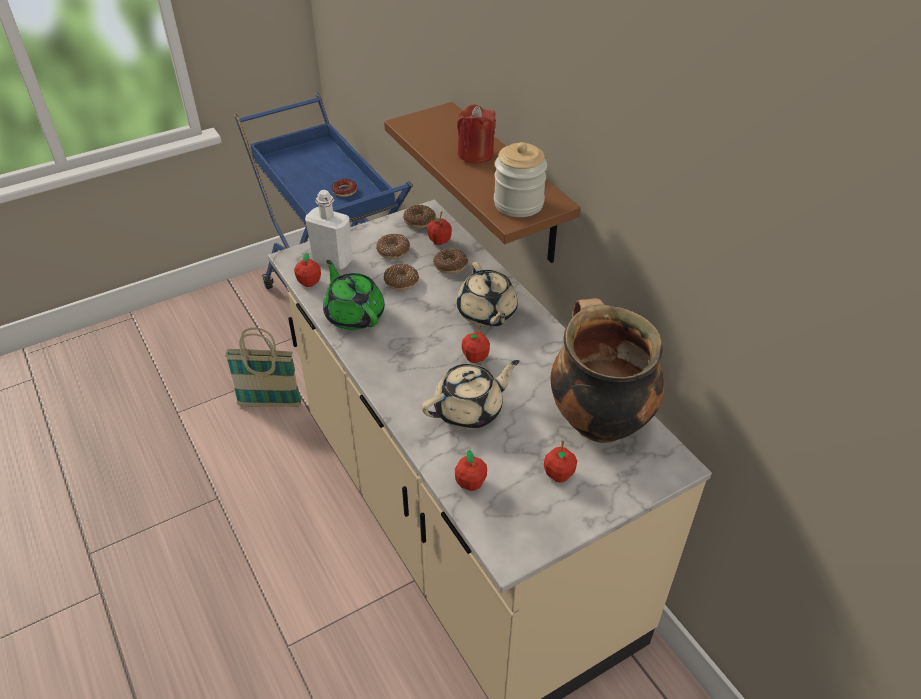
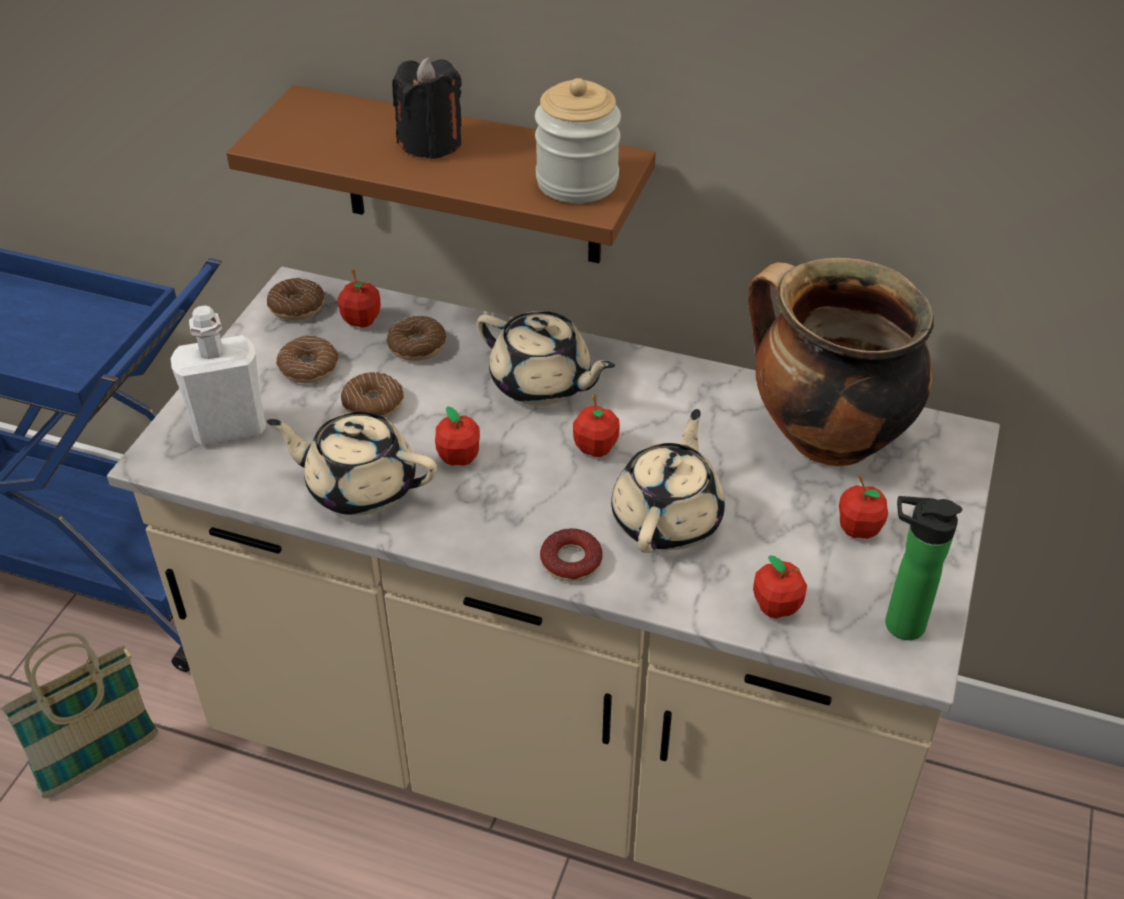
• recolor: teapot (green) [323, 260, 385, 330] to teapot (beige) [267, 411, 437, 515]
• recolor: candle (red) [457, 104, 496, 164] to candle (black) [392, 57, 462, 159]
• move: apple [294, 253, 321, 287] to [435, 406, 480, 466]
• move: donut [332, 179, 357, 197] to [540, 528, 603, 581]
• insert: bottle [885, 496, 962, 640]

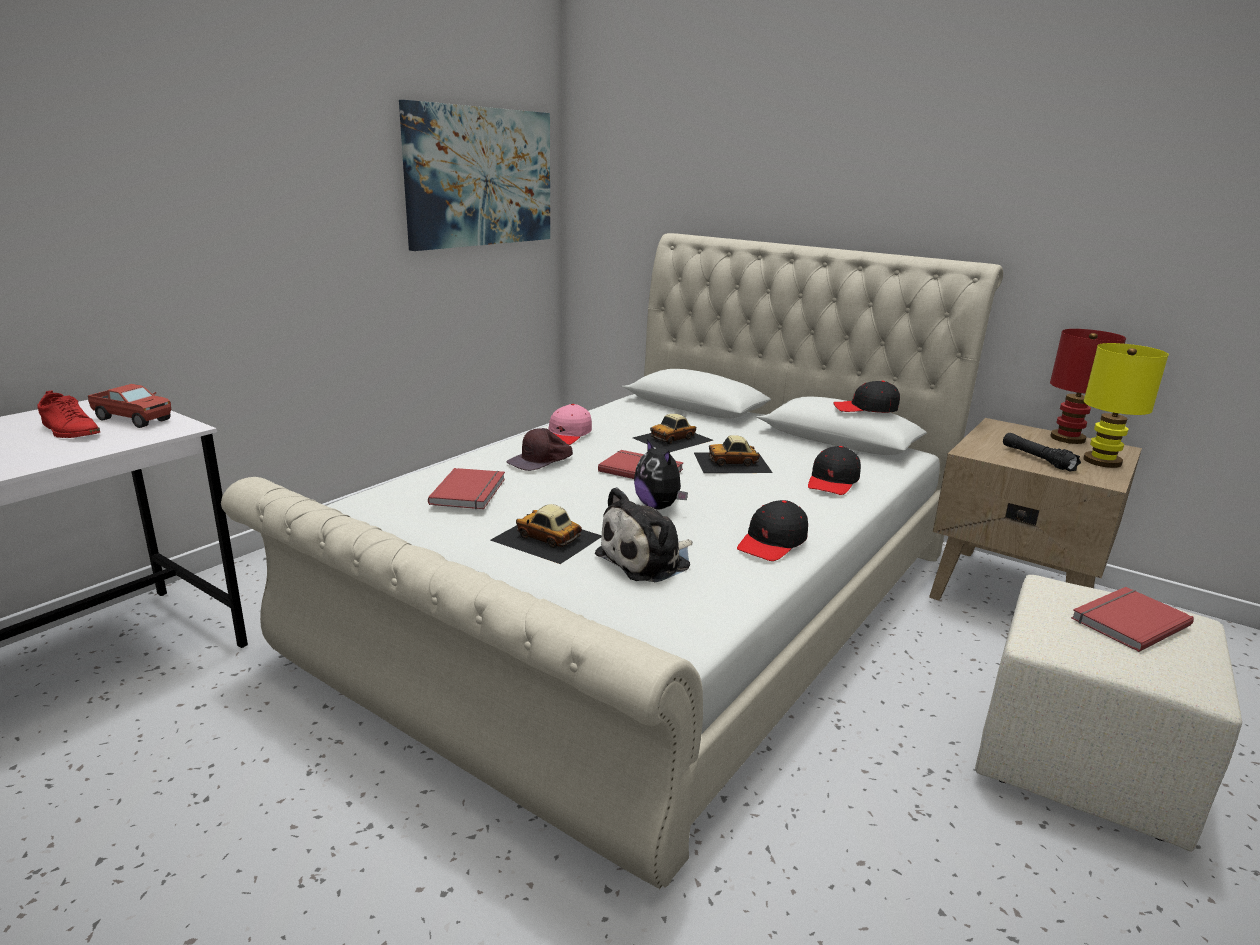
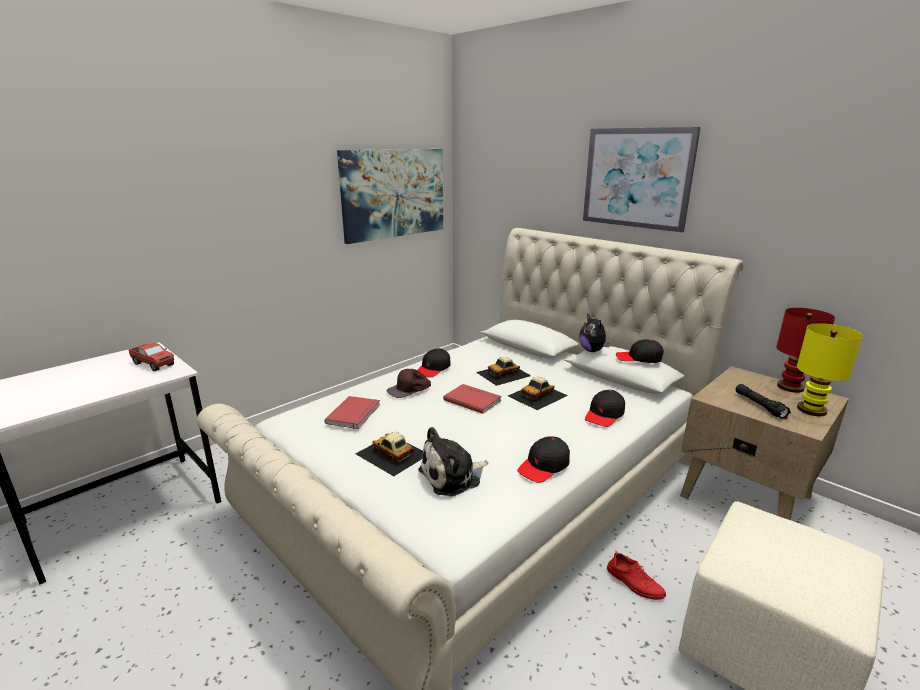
• recolor: cap (pink) [548, 404, 592, 445] to cap (black) [418, 348, 451, 378]
• rotate: toy car [694, 435, 773, 473] = [508, 377, 568, 410] 45 degrees counterclockwise
• move: plush toy [634, 439, 688, 510] to [579, 314, 610, 352]
• insert: picture [583, 127, 701, 232]
• move: shoe (red) [37, 390, 100, 438] to [607, 552, 666, 600]
• delete: book (red) [1071, 587, 1194, 652]

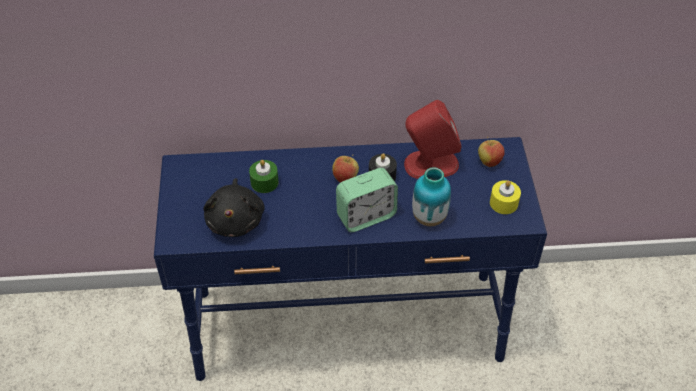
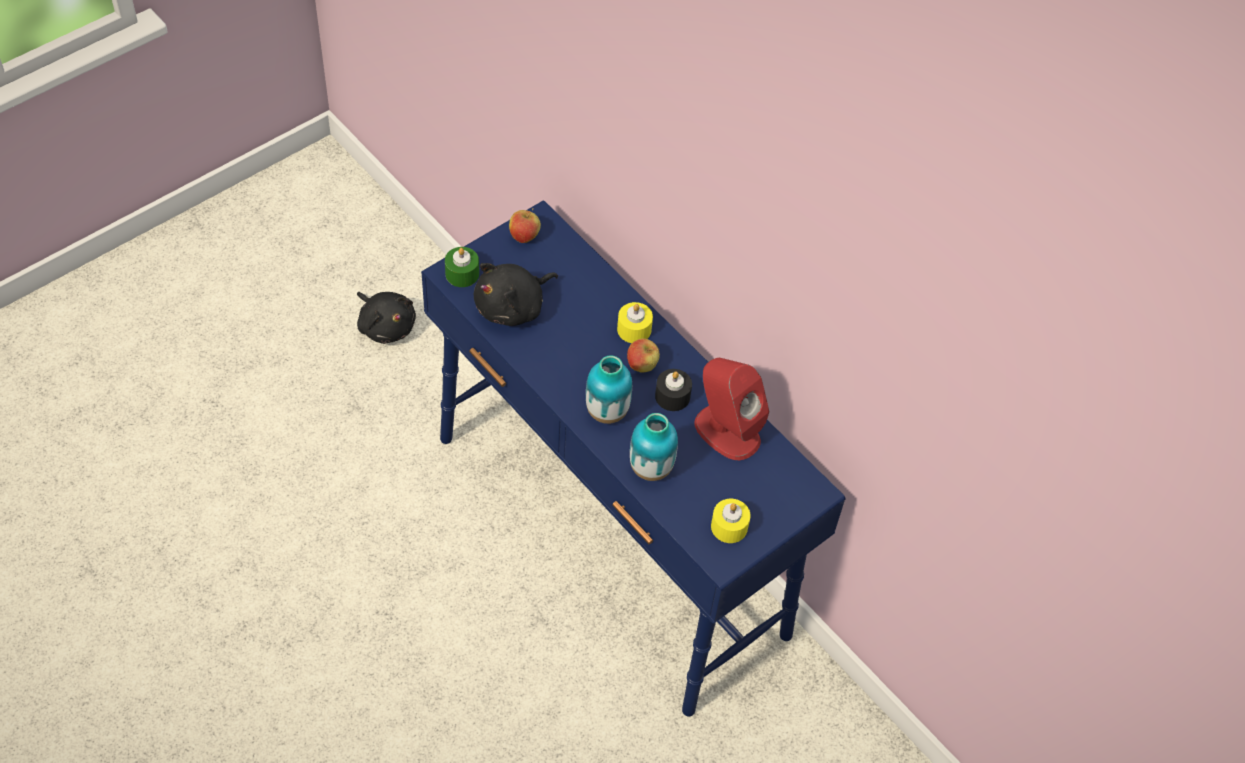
• insert: plush toy (black) [357, 292, 416, 344]
• move: candle (green) [249, 160, 279, 193] to [445, 247, 479, 287]
• move: apple [478, 137, 505, 167] to [509, 208, 541, 243]
• replace: alarm clock [336, 168, 398, 232] to vase [586, 355, 632, 424]
• insert: candle (yellow) [617, 302, 653, 343]

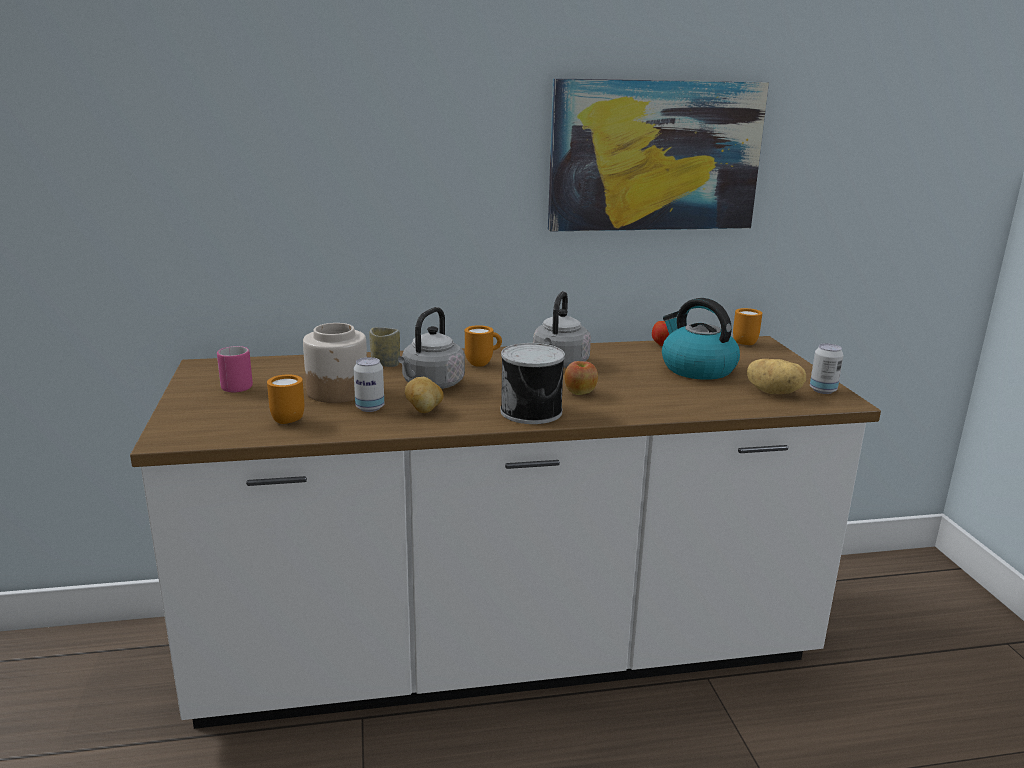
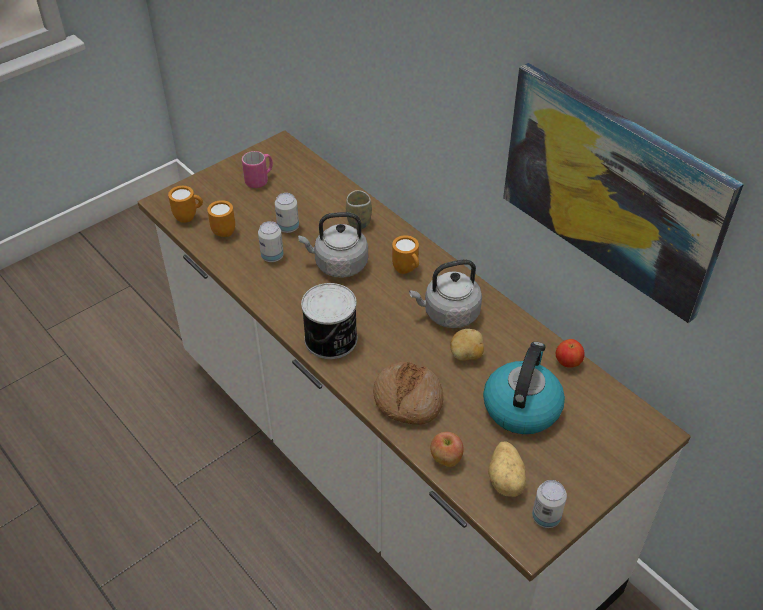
• move: mug (orange) [733, 308, 762, 345] to [168, 186, 203, 223]
• replace: jar [303, 323, 367, 403] to can [275, 193, 299, 233]
• insert: bread [373, 362, 444, 425]
• move: apple [564, 361, 598, 395] to [430, 432, 464, 467]
• move: potato [405, 377, 444, 413] to [450, 329, 484, 361]

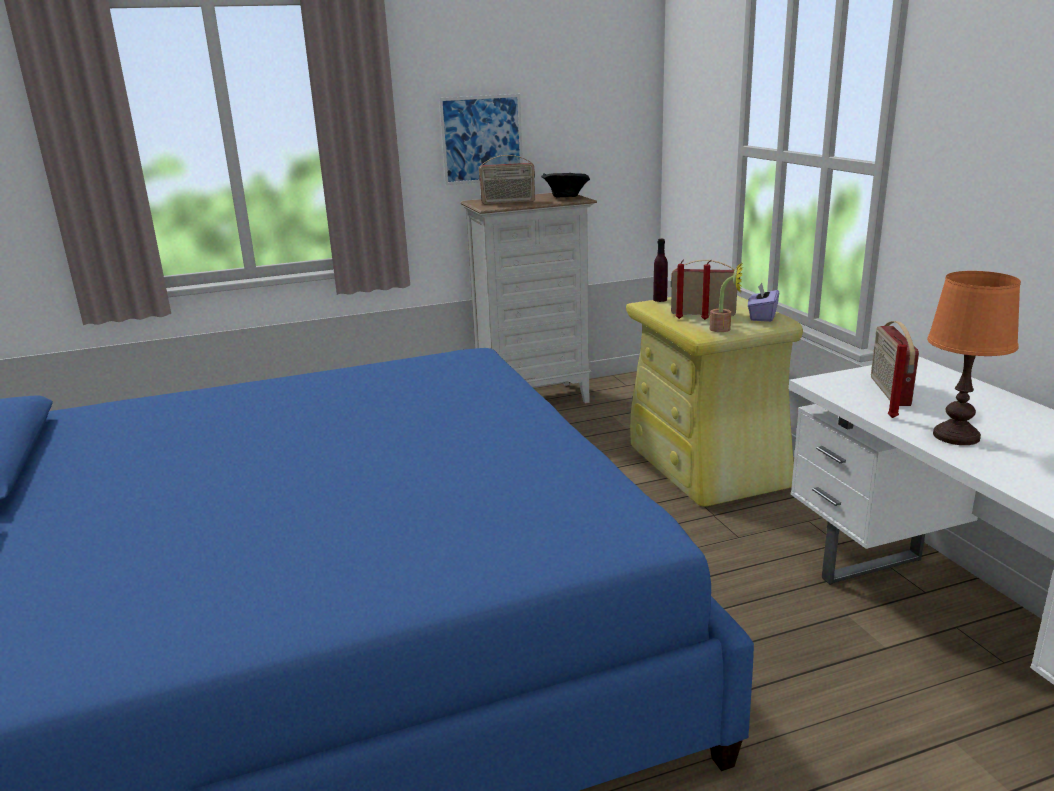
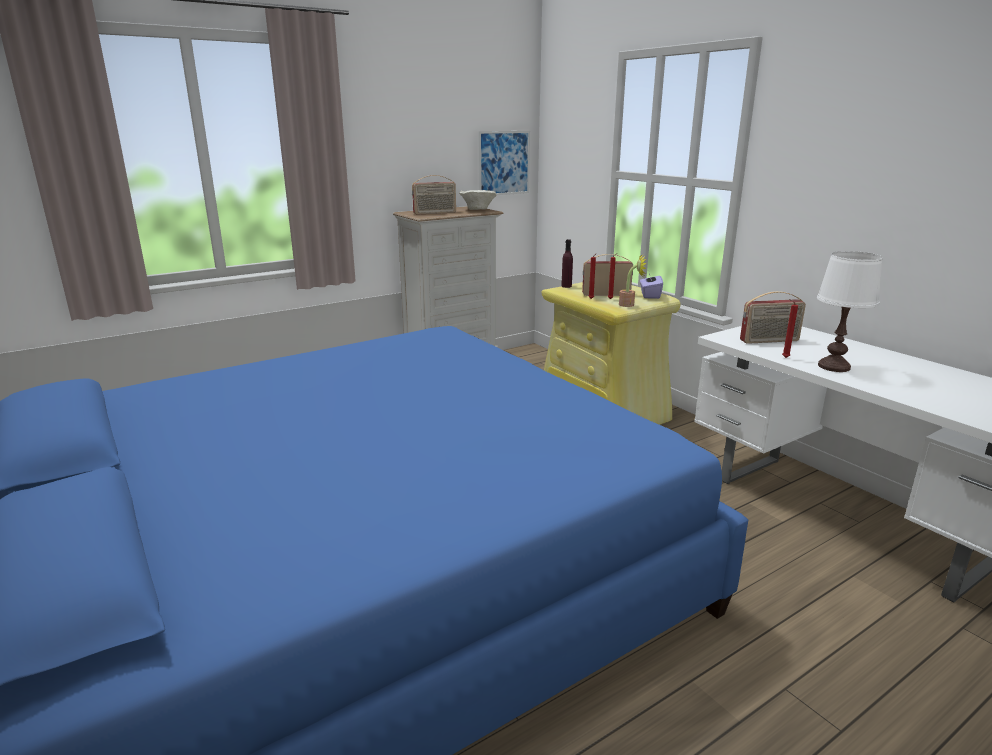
• recolor: bowl (black) [541, 173, 590, 197] to bowl (beige) [459, 190, 497, 210]
• move: picture [439, 94, 523, 185] to [478, 131, 530, 195]
• rotate: radio [871, 321, 919, 406] = [740, 291, 806, 344] 90 degrees counterclockwise
• recolor: table lamp (orange) [927, 271, 1021, 445] to table lamp (white) [817, 251, 883, 372]

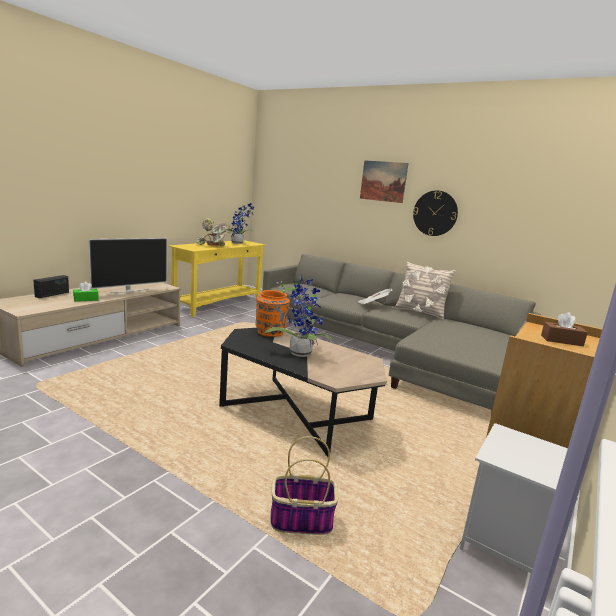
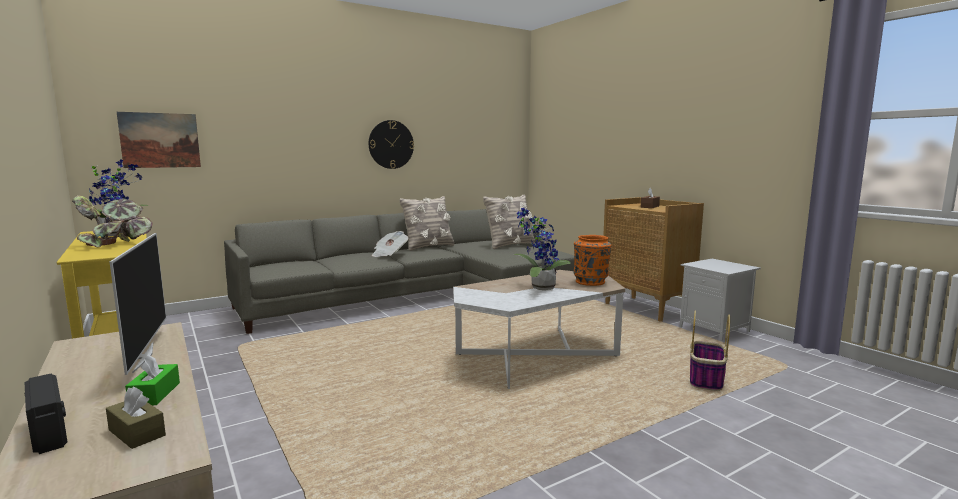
• insert: tissue box (brown) [106, 386, 166, 449]
• move: picture [360, 160, 409, 203] to [117, 112, 201, 168]
• recolor: coffee table (black) [219, 328, 387, 457] to coffee table (white) [453, 270, 625, 389]
• insert: pillow (beige) [483, 195, 535, 249]
• move: vase (orange) [255, 290, 290, 337] to [573, 235, 611, 286]

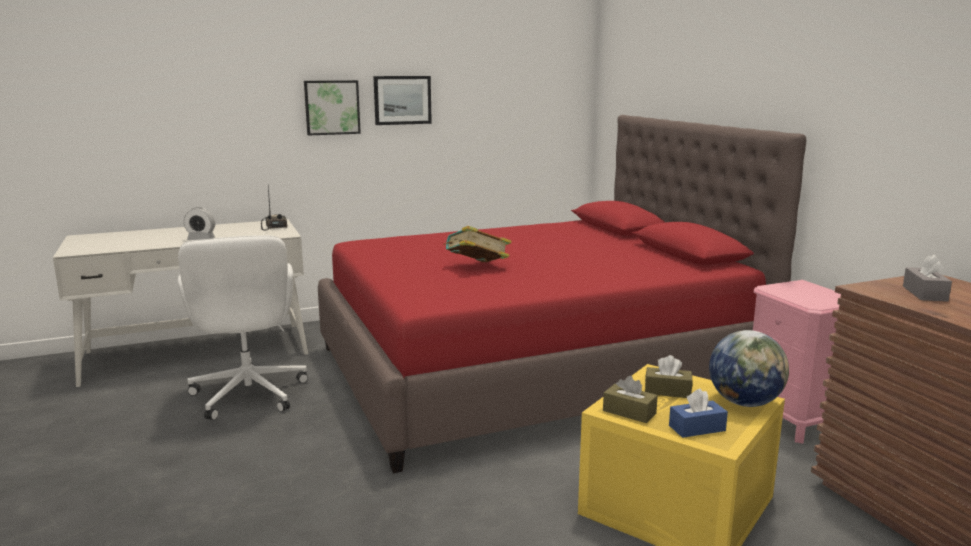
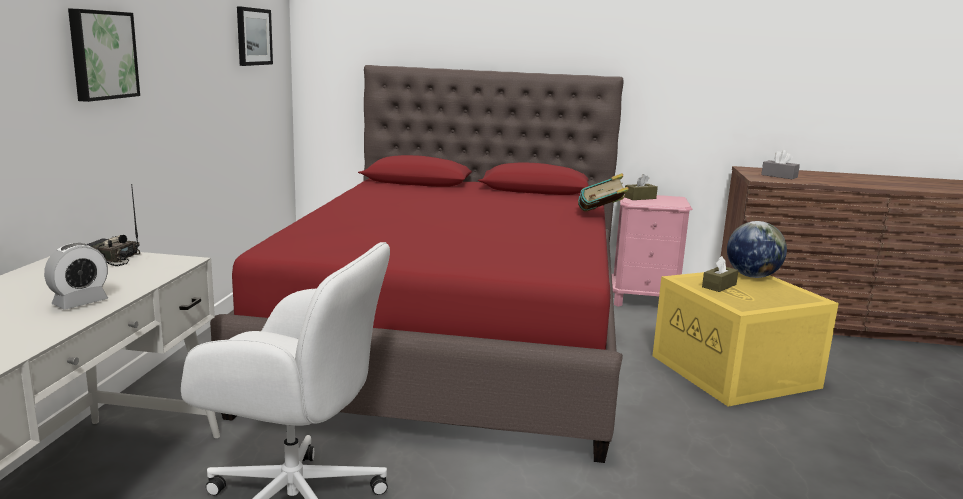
• move: picture [373, 76, 432, 125] to [237, 6, 273, 66]
• move: book [443, 226, 512, 262] to [578, 173, 629, 212]
• move: tissue box (brown) [603, 376, 658, 423] to [624, 174, 658, 200]
• delete: tissue box (blue) [669, 389, 728, 438]

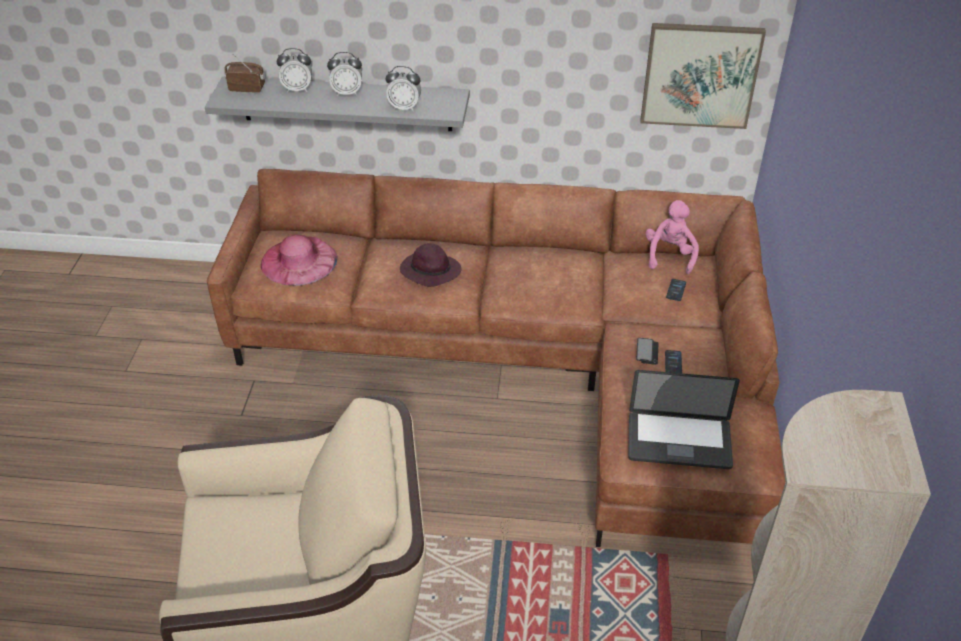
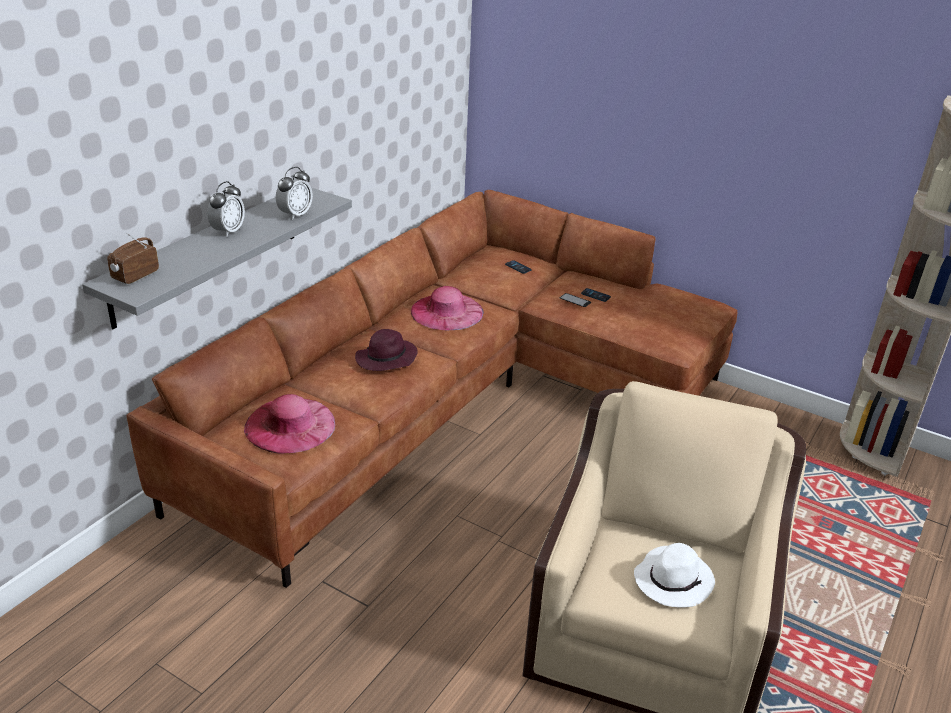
• insert: hat (pink) [411, 286, 484, 330]
• insert: hat (white) [634, 543, 715, 607]
• delete: alarm clock [277, 48, 312, 92]
• delete: laptop [628, 370, 740, 469]
• delete: picture [641, 23, 766, 129]
• delete: plush toy (pink) [645, 200, 699, 274]

